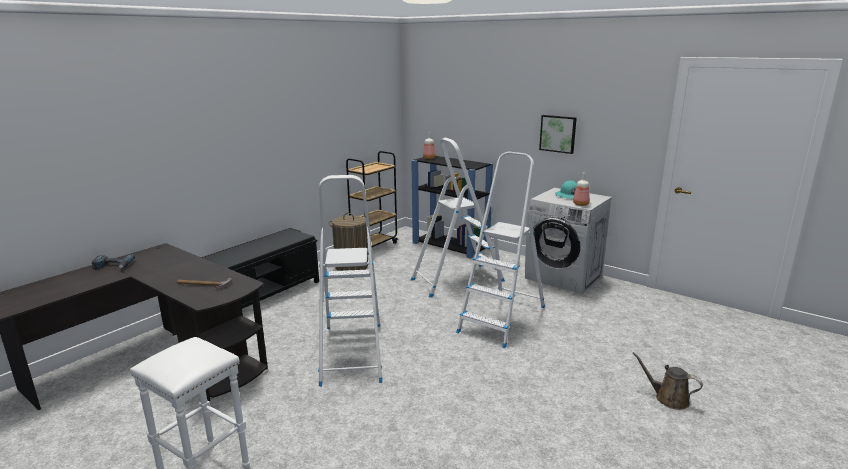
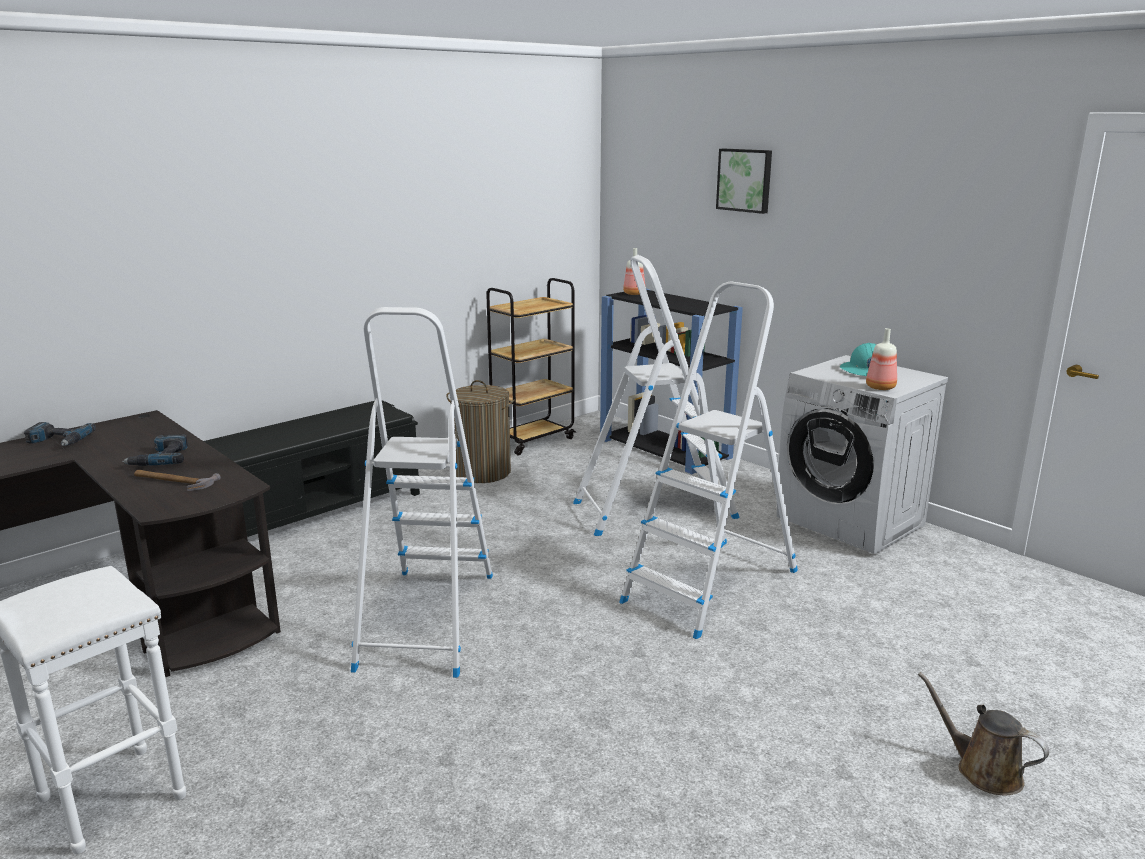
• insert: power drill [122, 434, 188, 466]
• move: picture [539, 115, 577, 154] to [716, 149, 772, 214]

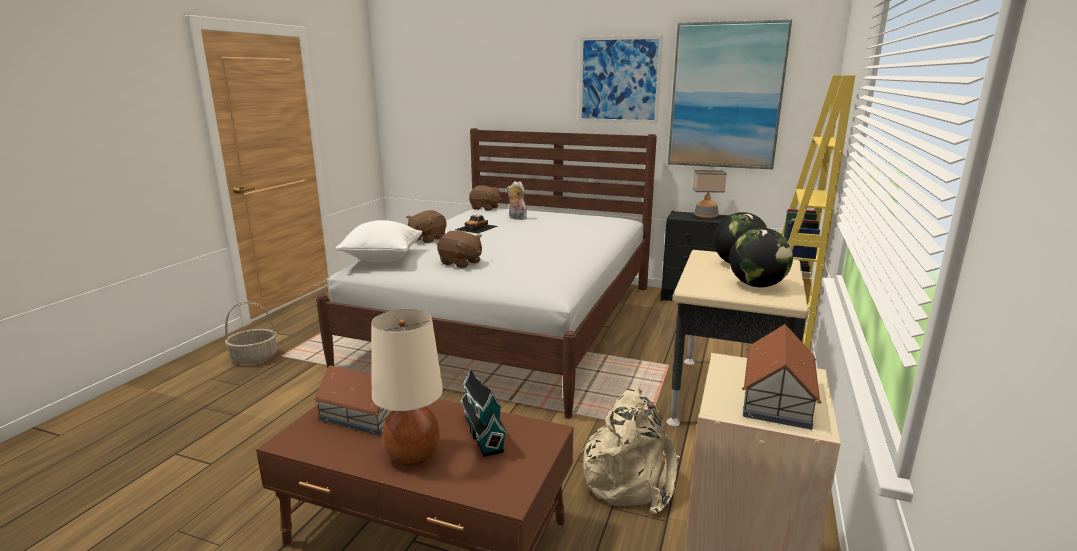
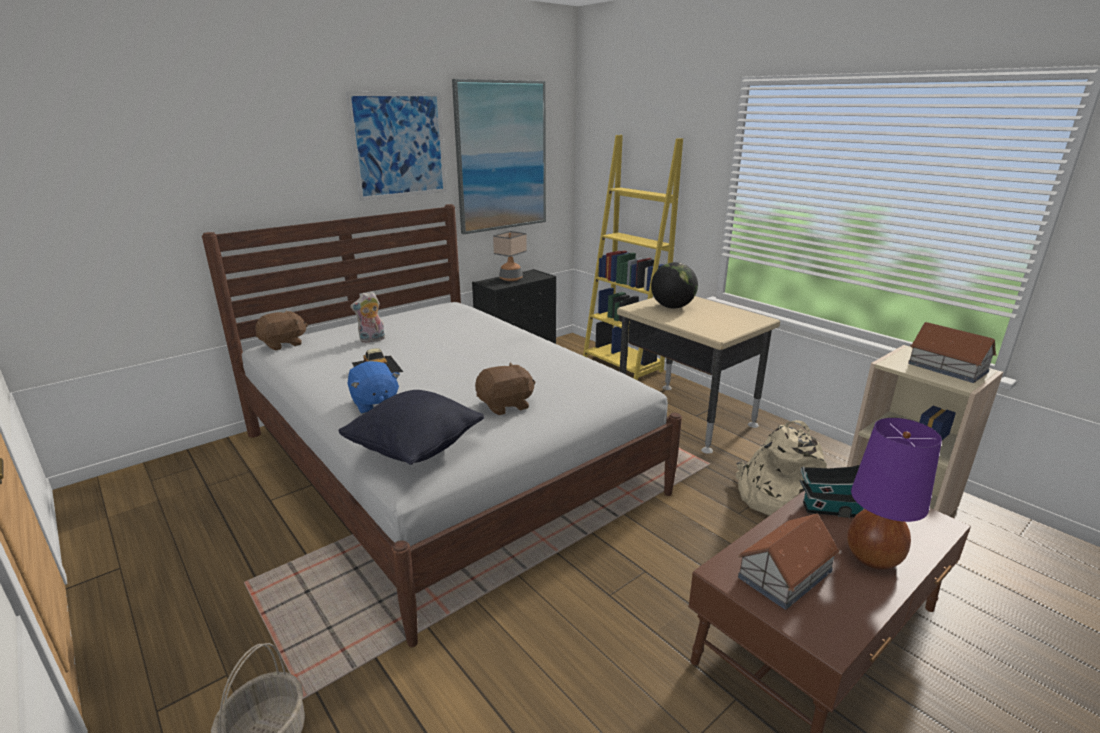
• recolor: pillow (white) [335, 220, 422, 262] to pillow (black) [338, 390, 484, 465]
• recolor: plush toy (brown) [406, 210, 446, 243] to plush toy (blue) [347, 361, 400, 414]
• recolor: table lamp (beige) [371, 309, 443, 466] to table lamp (purple) [847, 418, 942, 570]
• delete: globe [729, 228, 793, 287]

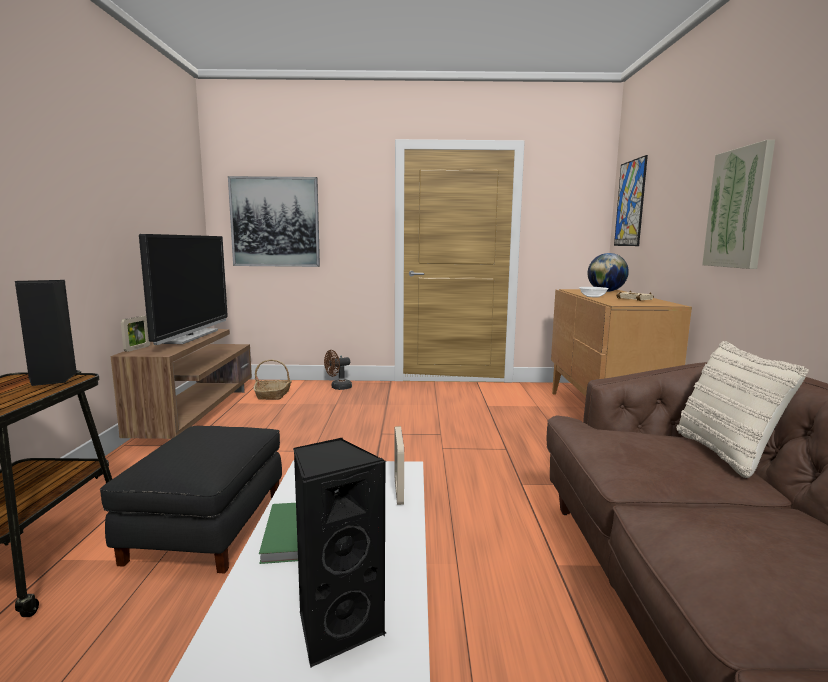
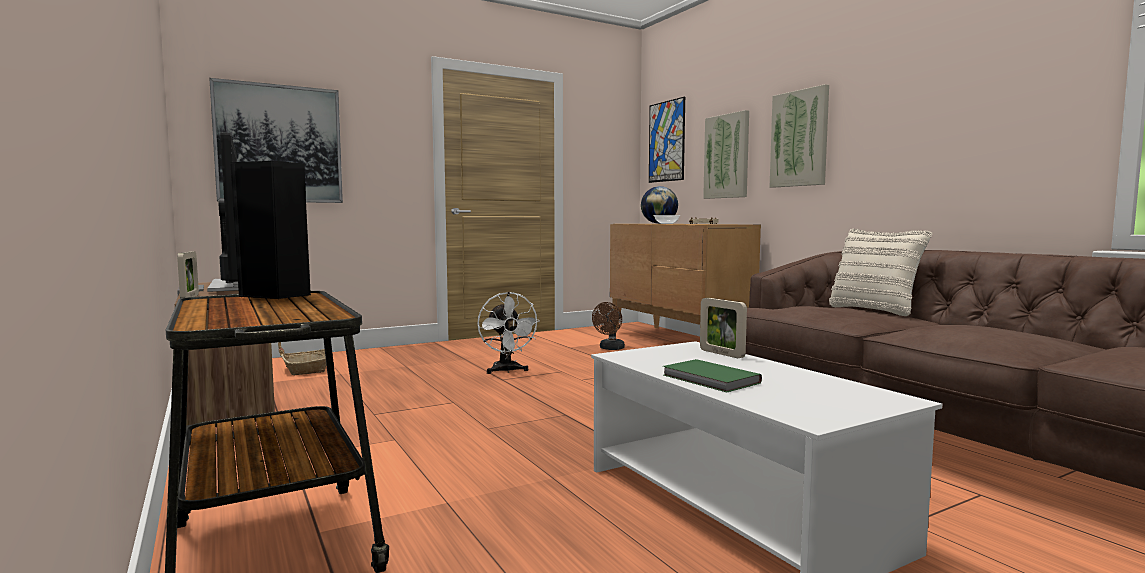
• insert: fan (white) [477, 292, 540, 374]
• move: fan (brown) [324, 350, 352, 390] to [592, 302, 625, 350]
• insert: picture [703, 110, 749, 199]
• delete: ottoman (black) [100, 426, 282, 574]
• delete: speaker (black) [293, 437, 386, 668]

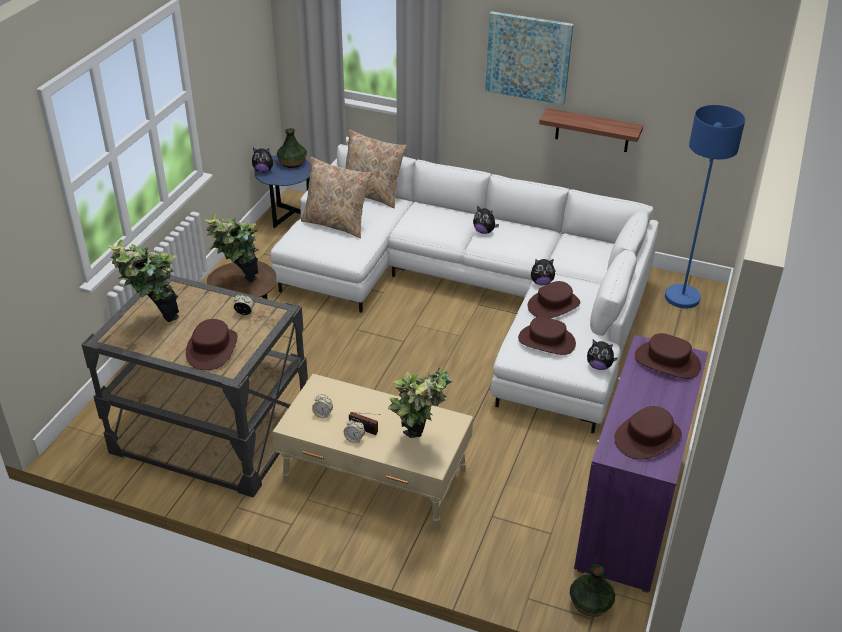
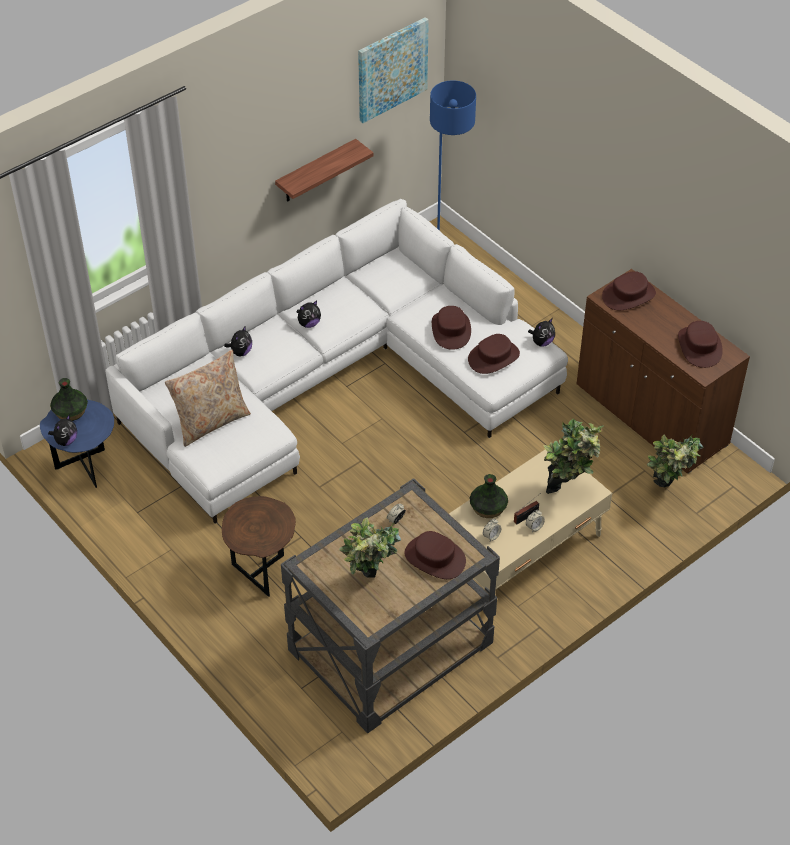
• move: plush toy [531, 259, 556, 285] to [224, 325, 252, 357]
• move: picture [485, 11, 574, 105] to [358, 17, 429, 123]
• move: vase [569, 564, 615, 617] to [469, 474, 508, 518]
• recolor: cabinet (purple) [574, 335, 708, 593] to cabinet (brown) [577, 269, 750, 474]
• move: potted plant [205, 214, 259, 283] to [647, 434, 703, 487]
• delete: pillow (beige) [345, 130, 407, 208]

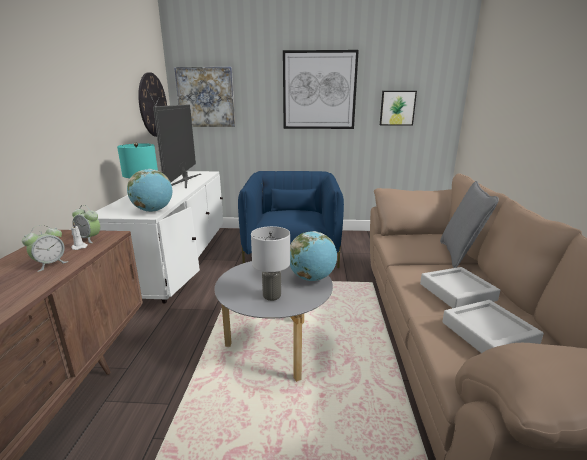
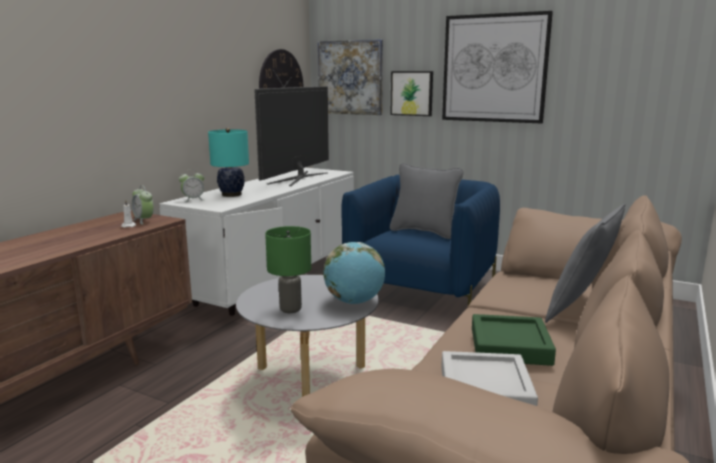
• move: alarm clock [22, 225, 69, 272] to [179, 171, 204, 202]
• recolor: table lamp (white) [251, 226, 290, 301] to table lamp (green) [265, 226, 311, 313]
• move: picture [380, 91, 417, 126] to [390, 71, 433, 116]
• insert: pillow (grey) [390, 163, 464, 239]
• recolor: tray (grey) [420, 267, 500, 308] to tray (green) [472, 314, 556, 366]
• delete: globe [127, 169, 172, 212]

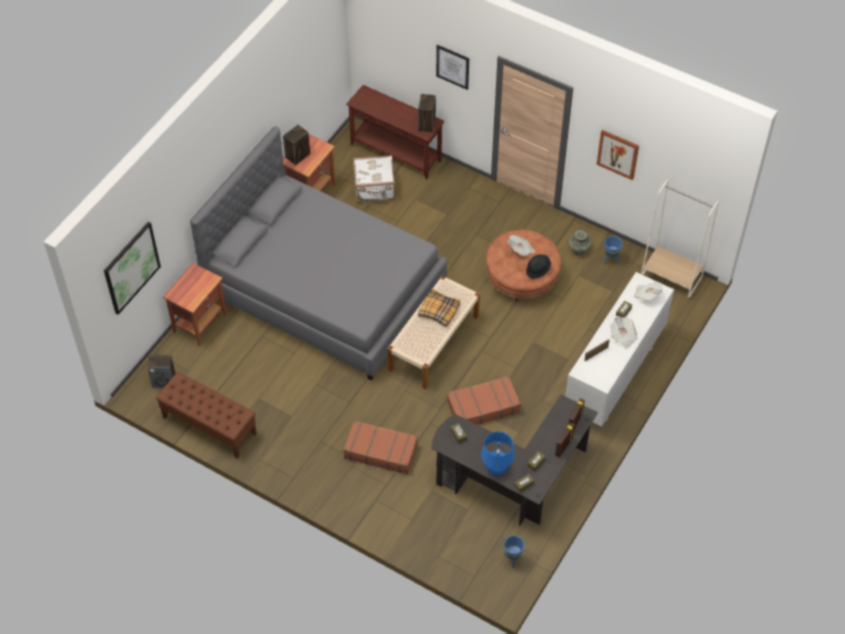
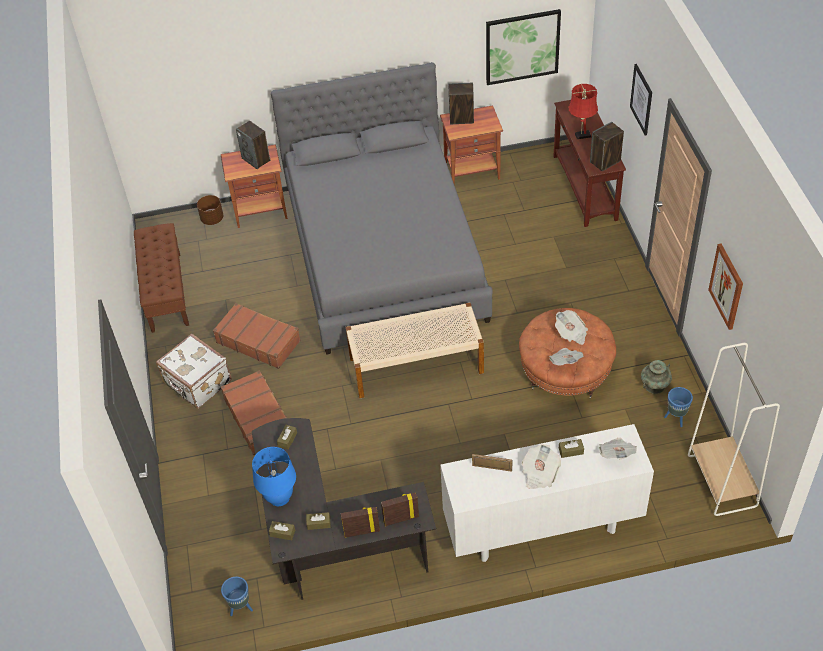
• move: suitcase (white) [353, 155, 395, 202] to [156, 333, 231, 408]
• insert: planter (brown) [197, 195, 224, 225]
• move: suitcase (brown) [447, 376, 521, 425] to [213, 303, 301, 369]
• move: speaker [148, 355, 176, 388] to [236, 121, 270, 169]
• move: picture [104, 222, 161, 315] to [486, 9, 561, 85]
• replace: hat (black) [526, 254, 551, 279] to newspaper [549, 348, 584, 366]
• insert: table lamp (red) [569, 84, 598, 139]
• delete: pillow [418, 289, 461, 327]

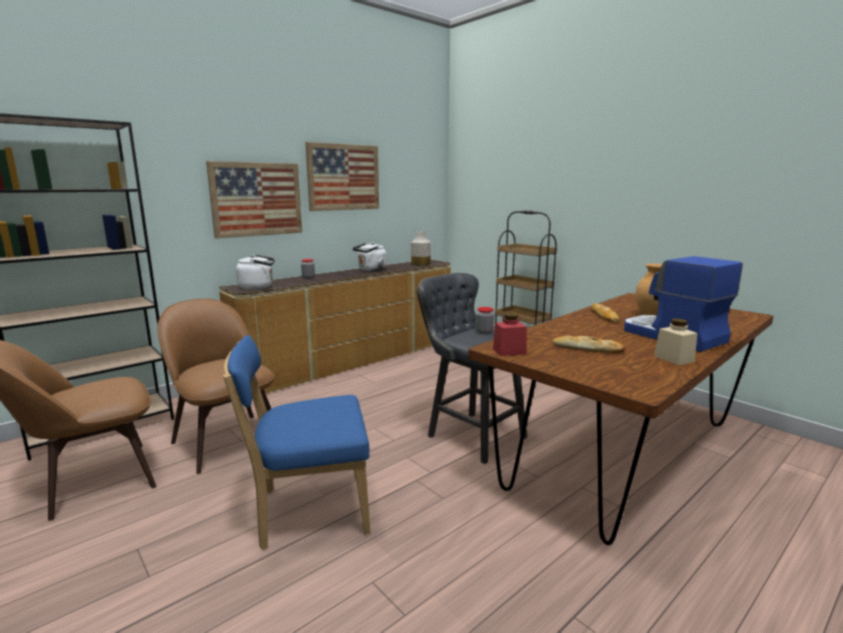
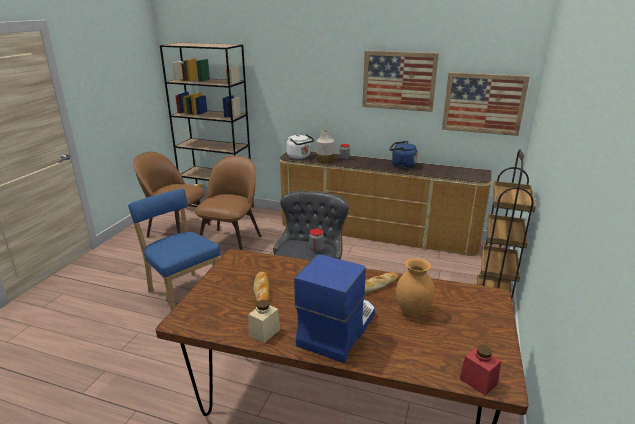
• move: vase (beige) [411, 231, 431, 266] to [316, 130, 334, 163]
• recolor: kettle (white) [353, 242, 387, 271] to kettle (blue) [389, 141, 418, 169]
• move: picture [206, 161, 302, 239] to [442, 72, 530, 136]
• move: jar (red) [493, 313, 527, 356] to [460, 345, 501, 396]

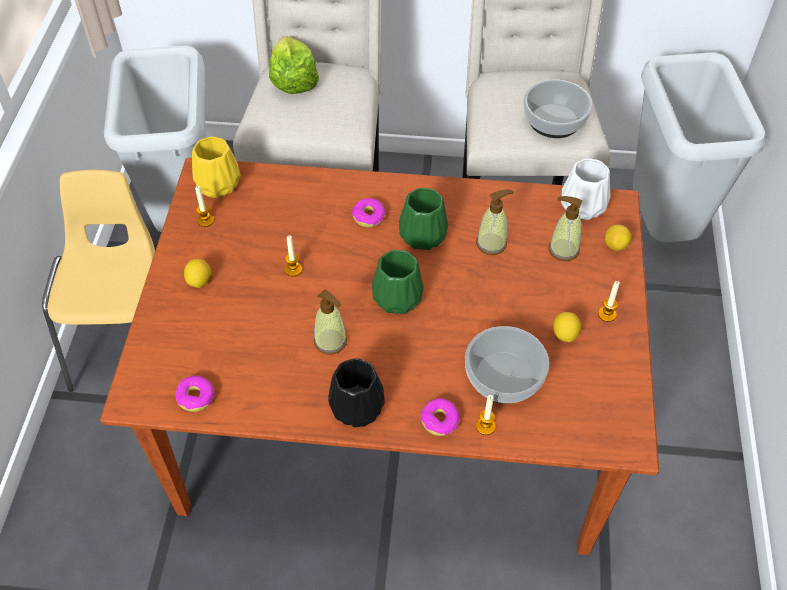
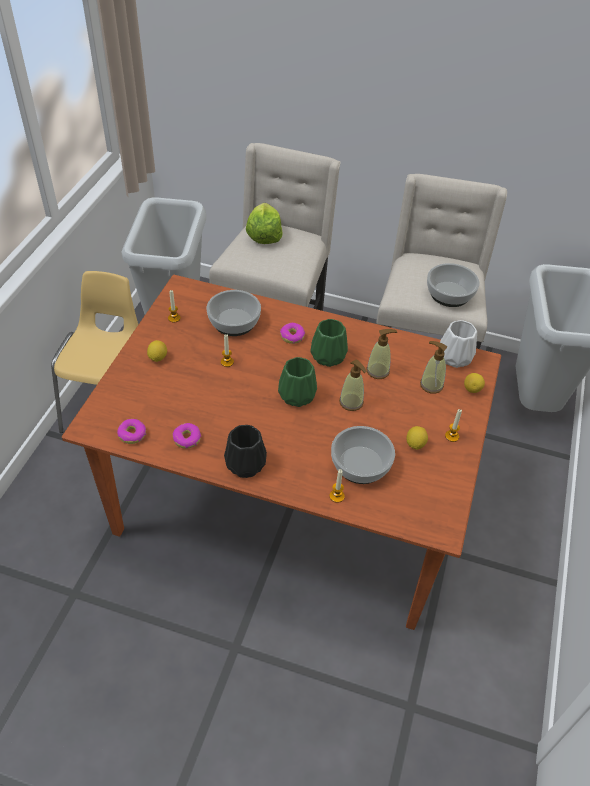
• move: donut [421, 398, 460, 436] to [173, 423, 202, 449]
• insert: bowl [207, 290, 261, 336]
• move: soap dispenser [314, 289, 347, 355] to [339, 359, 367, 411]
• delete: vase (yellow) [192, 137, 241, 198]

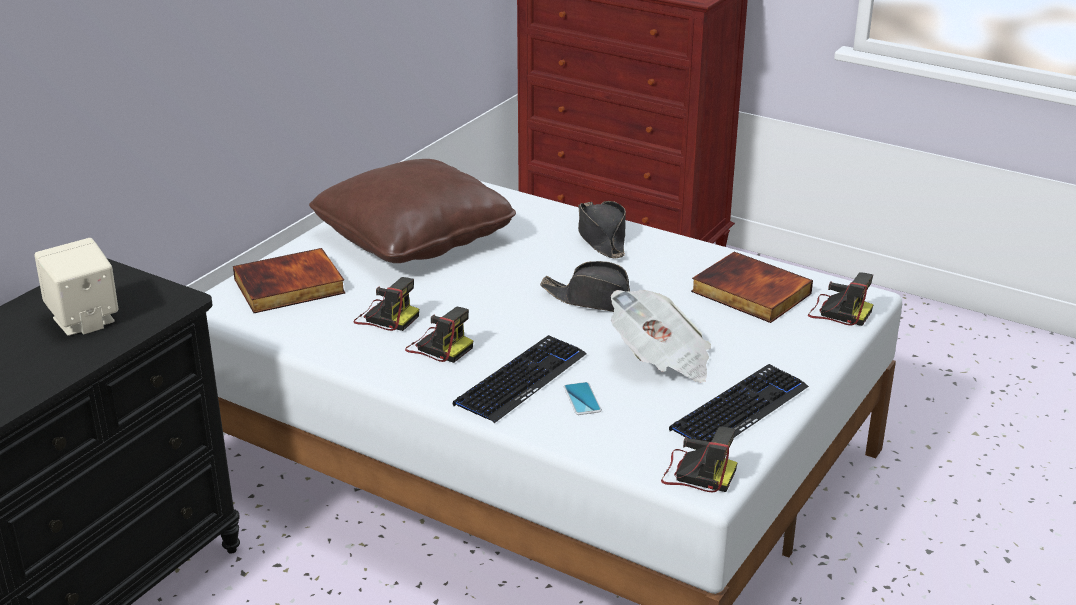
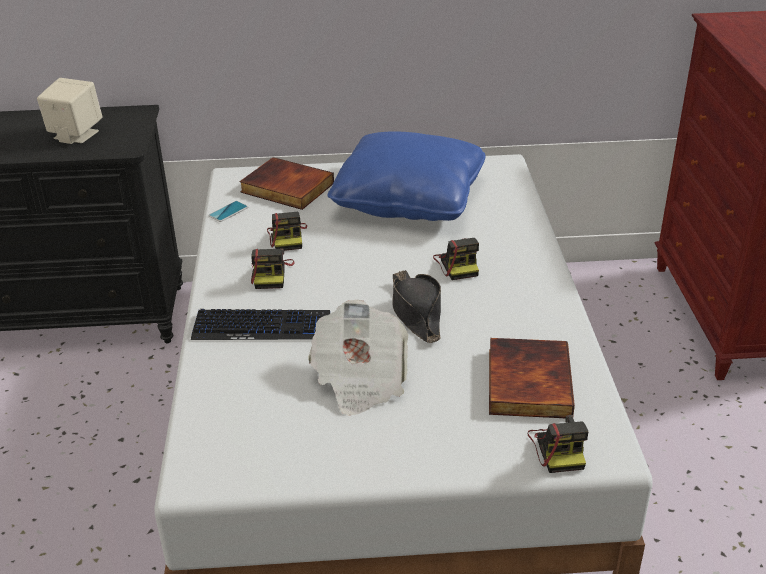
• move: phone [564, 382, 602, 415] to [208, 201, 248, 222]
• recolor: pillow (brown) [309, 159, 516, 263] to pillow (blue) [327, 131, 486, 221]
• move: photo camera [661, 426, 738, 492] to [433, 238, 479, 280]
• delete: hat (black) [578, 201, 626, 258]
• delete: keyboard [669, 364, 809, 442]

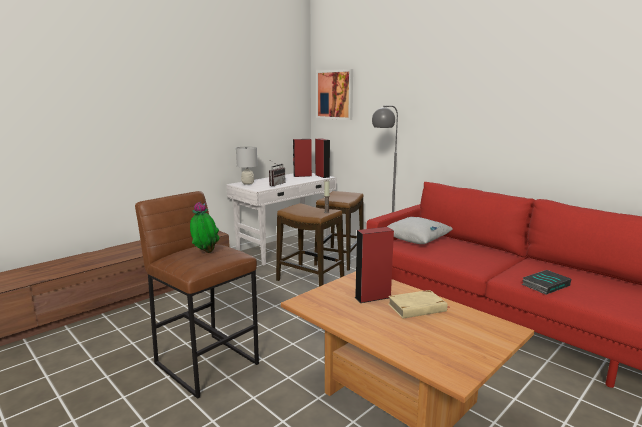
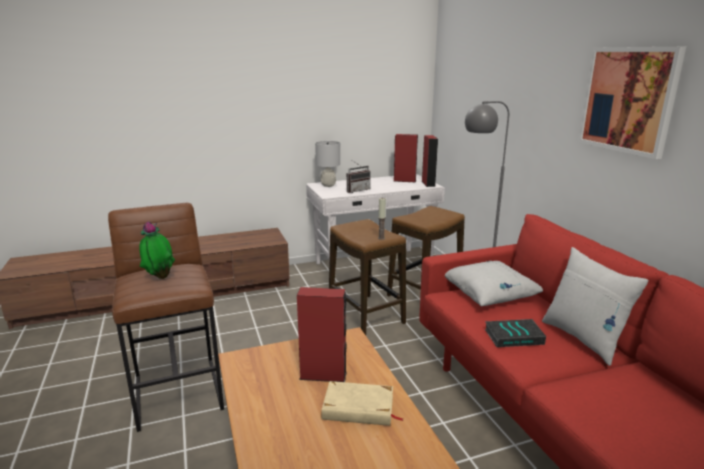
• move: book [522, 270, 571, 295] to [485, 319, 546, 347]
• insert: pillow (grey) [542, 247, 649, 366]
• move: picture [316, 69, 353, 120] to [578, 47, 686, 159]

